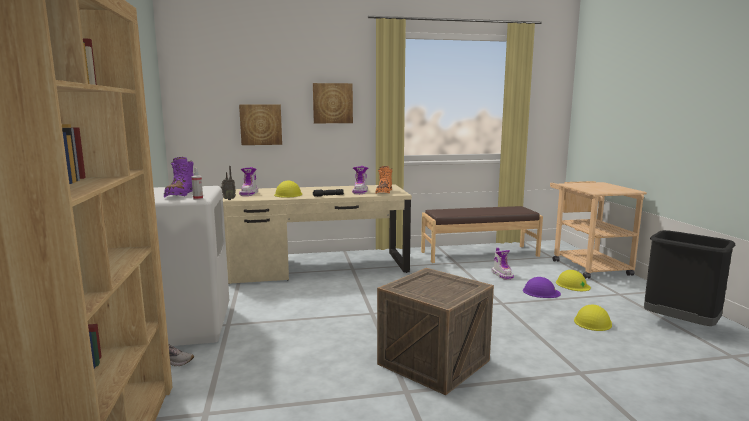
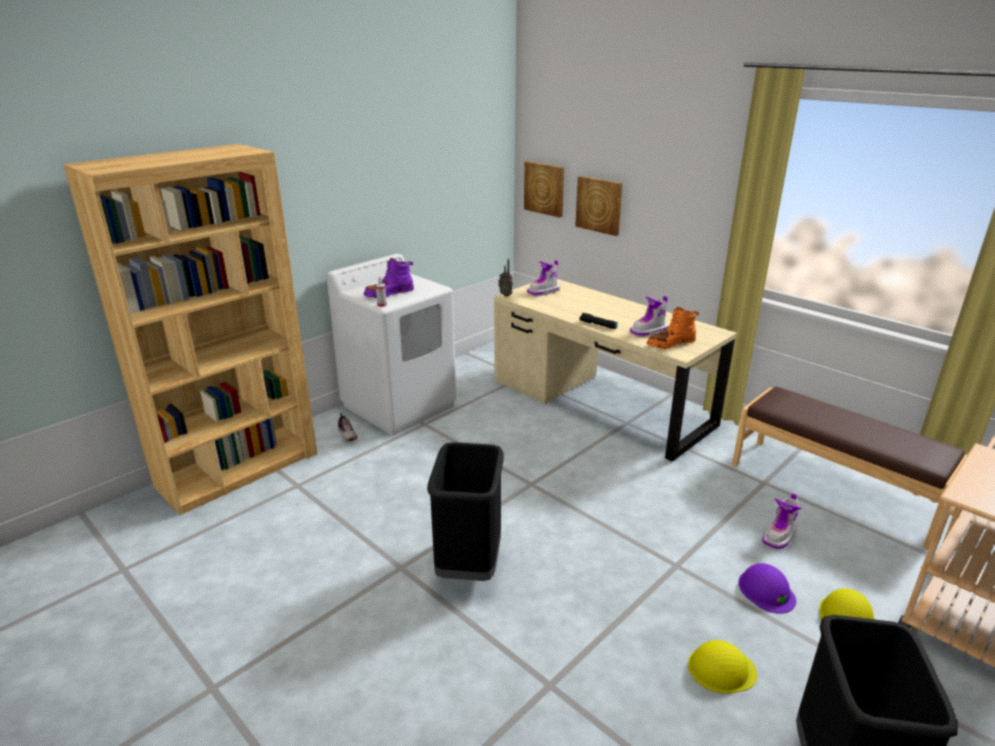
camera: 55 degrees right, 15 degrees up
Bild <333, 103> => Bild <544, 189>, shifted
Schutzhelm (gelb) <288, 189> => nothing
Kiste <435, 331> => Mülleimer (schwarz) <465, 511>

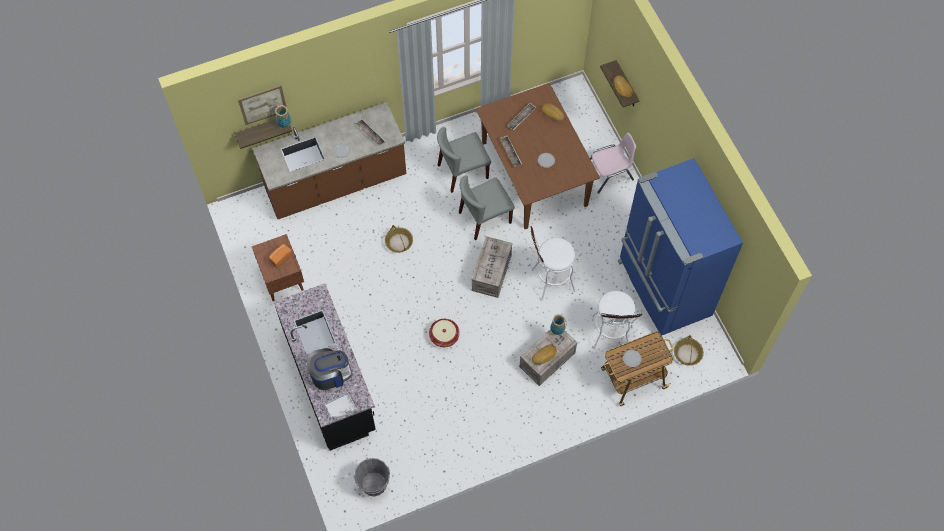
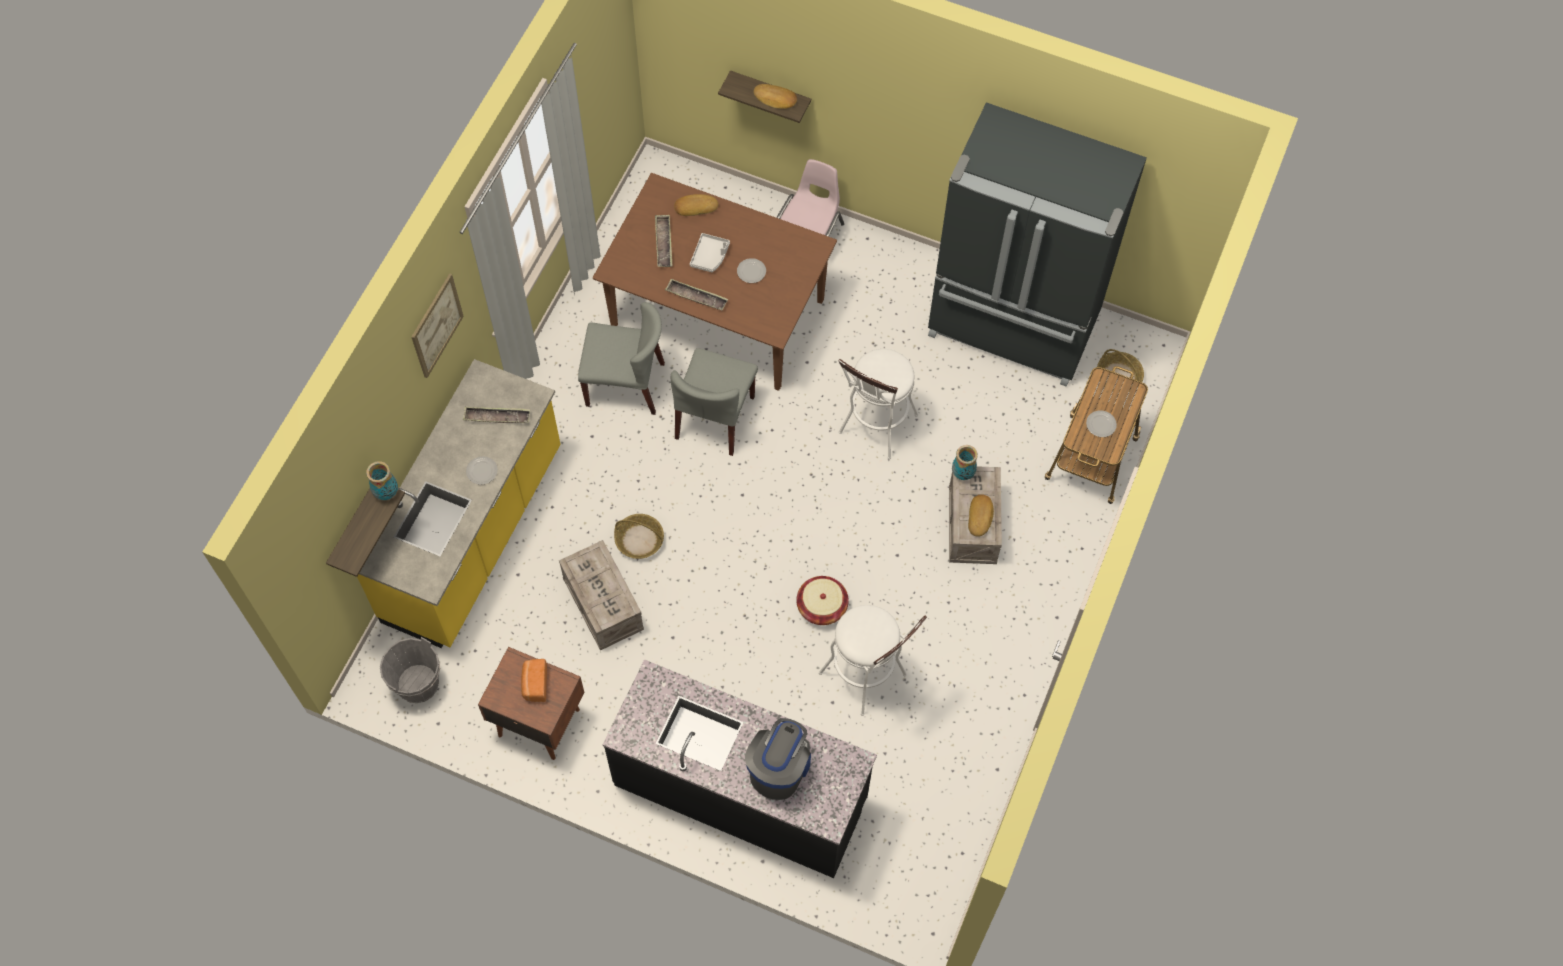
camera: 45 degrees left, 0 degrees up
Bild <262, 105> => Bild <438, 325>, shifted
Küchenzeile (braun) <329, 160> => Küchenzeile (gelb) <459, 503>
Stuhl (grau) <464, 160> => Stuhl (grau) <621, 358>, 105 degrees counterclockwise
Kühlschrank (blau) <680, 246> => Kühlschrank (schwarz) <1037, 244>
Kiste <492, 267> => Kiste <601, 595>, shifted
Hocker (weiß) <617, 320> => Hocker (weiß) <873, 660>, shifted
Tablett (grau) <340, 405> => Tablett (grau) <710, 252>, shifted
Eimer (grau) <371, 477> => Eimer (grau) <410, 670>, shifted

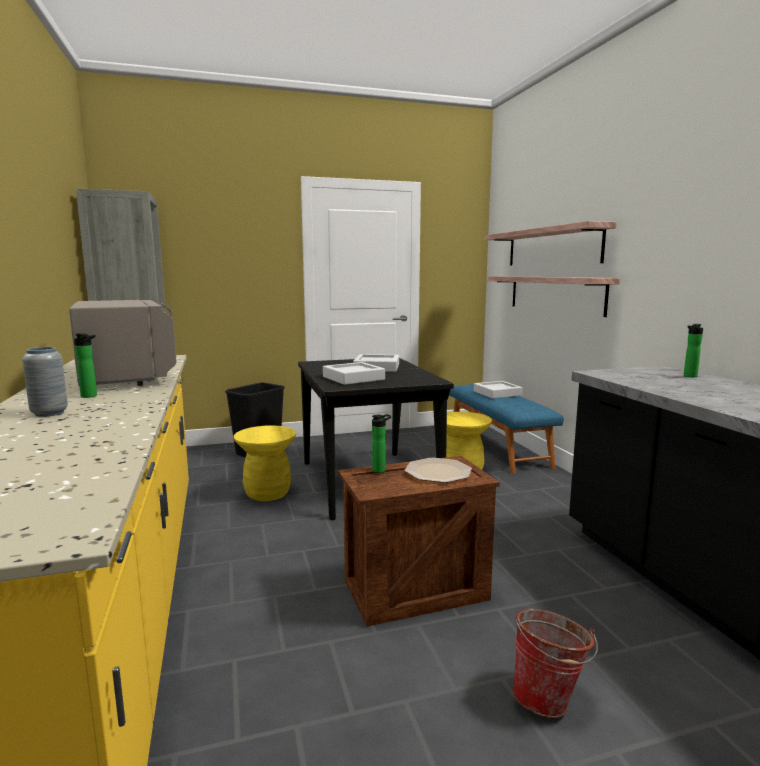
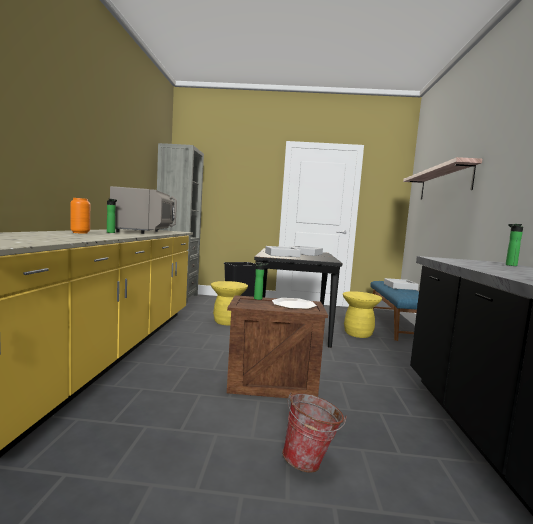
camera: 20 degrees right, 5 degrees down
Wandregal <553, 296> => nothing
Vase (grau) <45, 382> => Vase (orange) <80, 216>

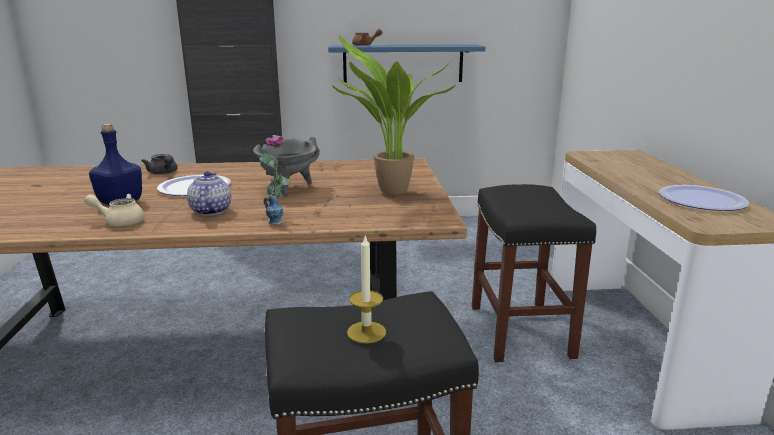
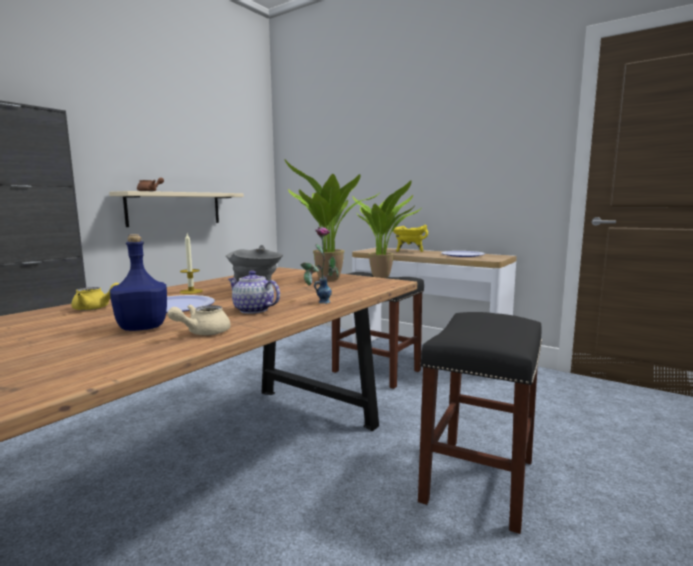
camera: 50 degrees left, 10 degrees down
Wandregal (blau) <406, 63> => Wandregal (beige) <176, 209>
Teekanne (grau) <159, 164> => Teekanne (gelb) <95, 297>
Kerze <366, 289> => Kerze <191, 264>, shifted
nothing => Topfpflanze <386, 229>
nothing => Kochtopf (gelb) <410, 238>

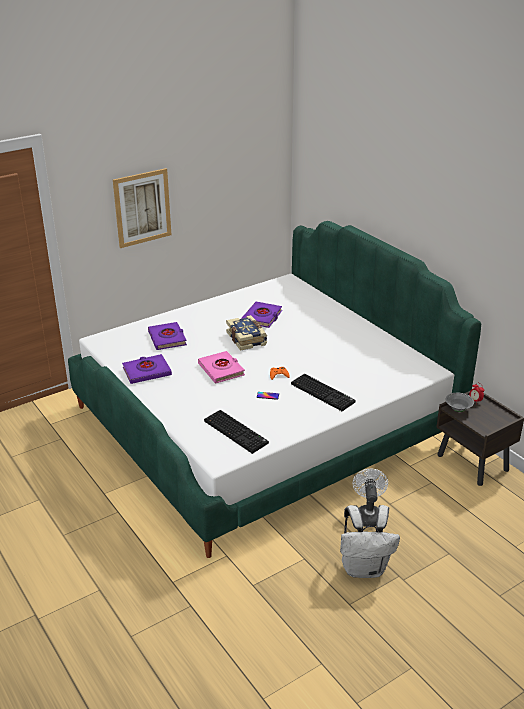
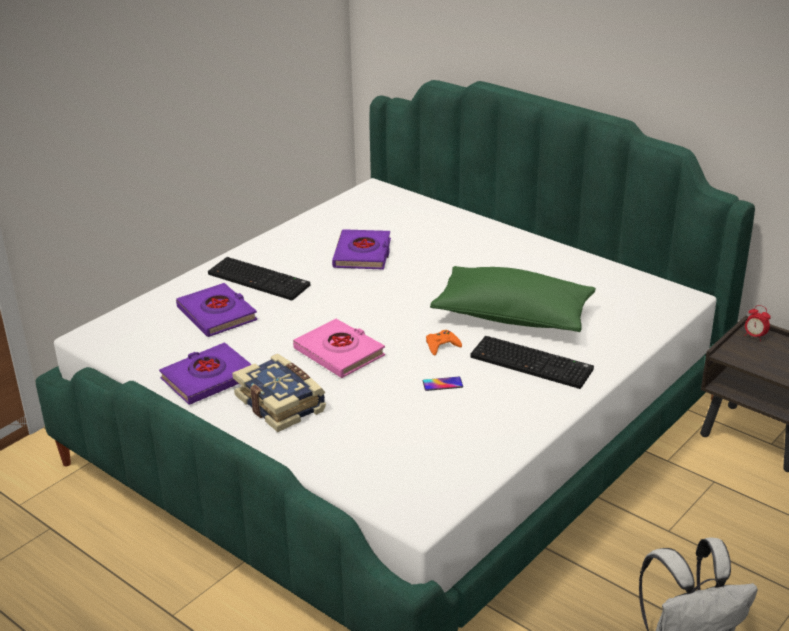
camera: 15 degrees left, 0 degrees up
Bild <142, 208> => nothing
Buch <246, 333> => Buch <279, 393>, shifted
Schüssel (grau) <459, 402> => nothing
Tastatur <236, 432> => Tastatur <259, 278>, shifted
Ventilator (weiß) <370, 498> => nothing
nothing => Kissen (grün) <513, 299>

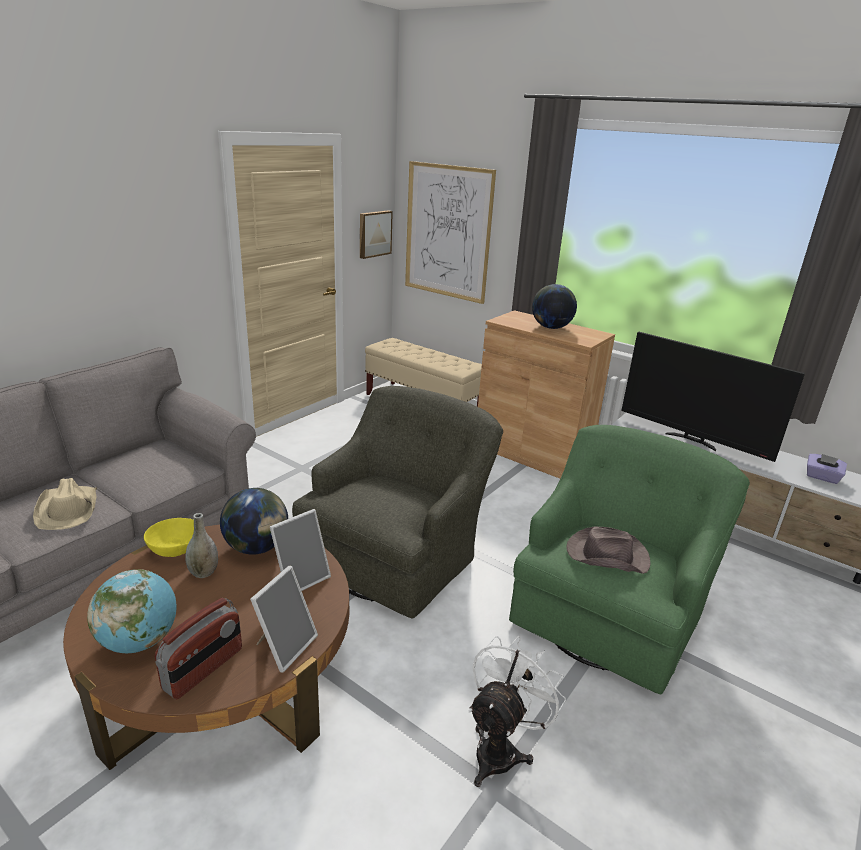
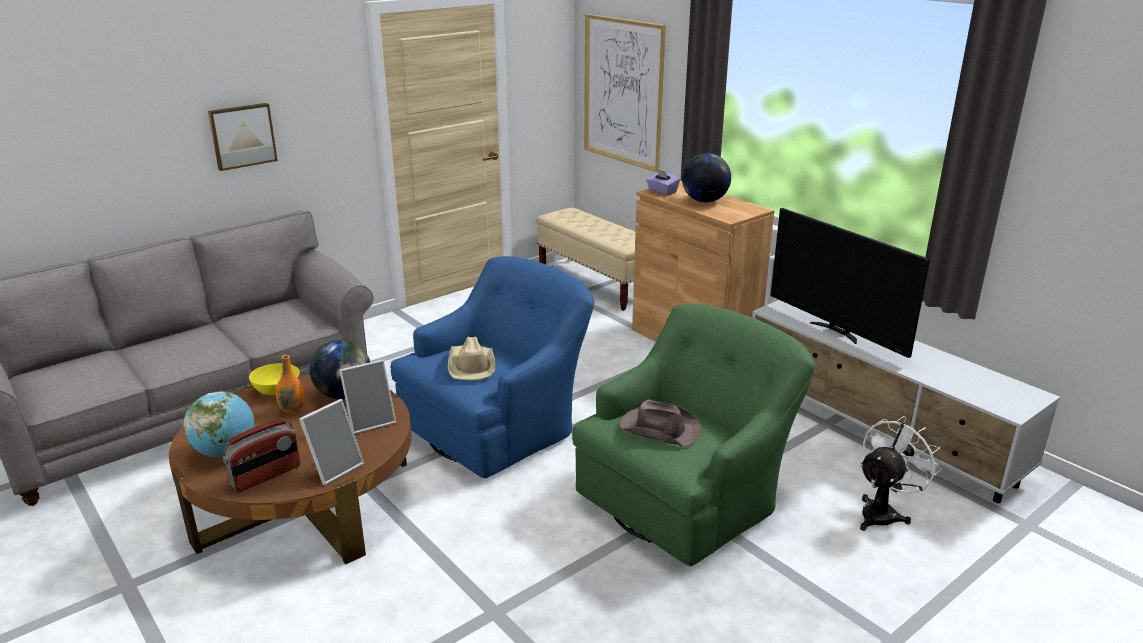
camera: 15 degrees right, 0 degrees up
Bild <376, 234> => Bild <243, 137>, shifted
Sessel (grün) <397, 502> => Sessel (blau) <492, 367>
Taschentuchbox (lila) <827, 469> => Taschentuchbox (lila) <663, 182>, shifted
Hut (beige) <65, 504> => Hut (beige) <471, 358>, shifted
Vase (grau) <201, 545> => Vase (orange) <290, 384>
Ventilator (weiß) <517, 711> => Ventilator (weiß) <901, 473>, shifted

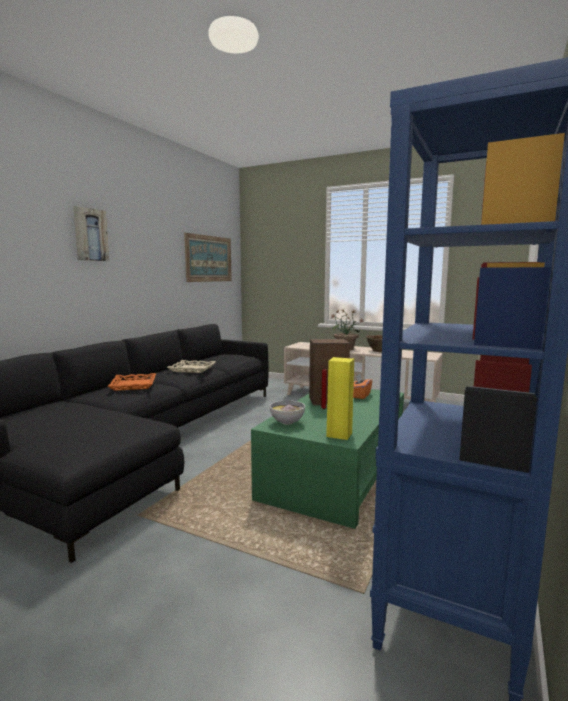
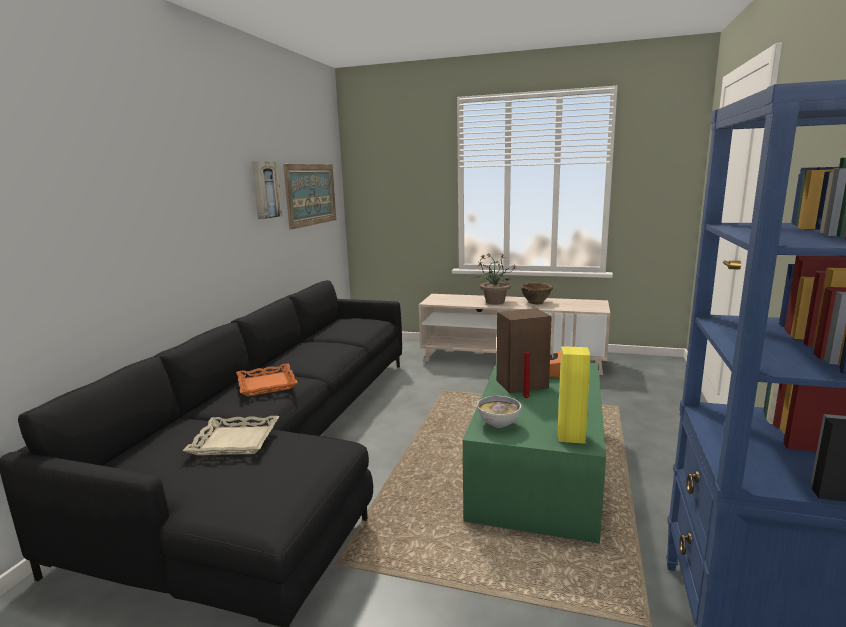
camera: 10 degrees left, 5 degrees up
Bild <91, 233> => Bild <267, 190>, shifted
Tablett (beige) <191, 366> => Tablett (beige) <231, 435>, shifted

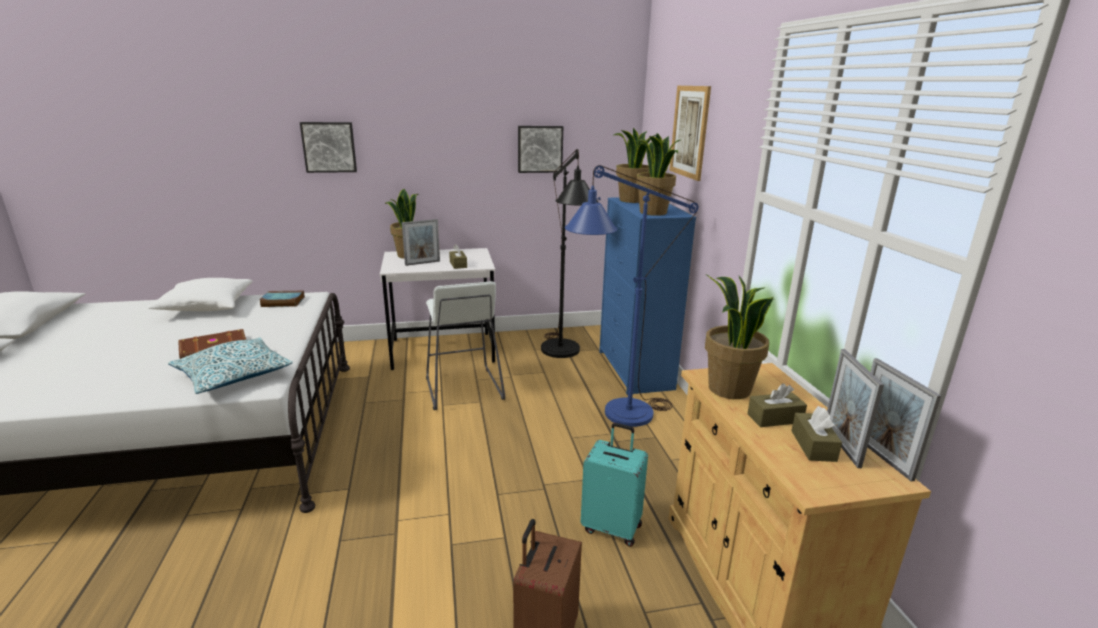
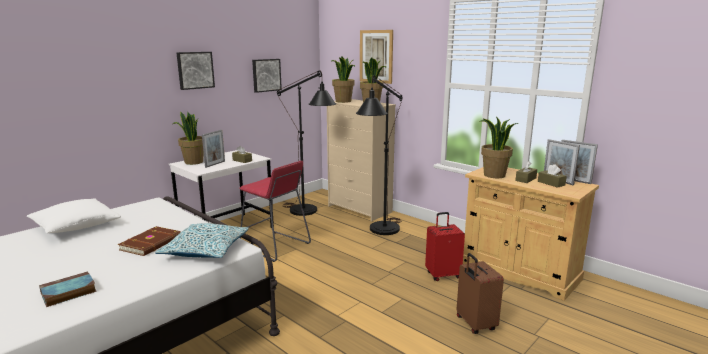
camera: 35 degrees left, 5 degrees down
Bild <328, 147> => Bild <196, 71>, shifted
Stehlampe (blau) <631, 296> => Stehlampe (schwarz) <379, 155>
Kommode (blau) <647, 296> => Kommode (beige) <361, 160>
Hocker (weiß) <465, 345> => Hocker (rot) <275, 211>
Buch <282, 299> => Buch <68, 289>, shifted
Koffer (türkis) <614, 485> => Koffer (rot) <445, 246>

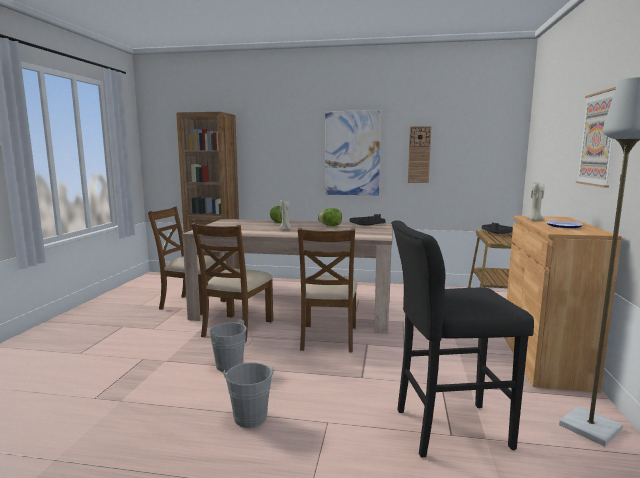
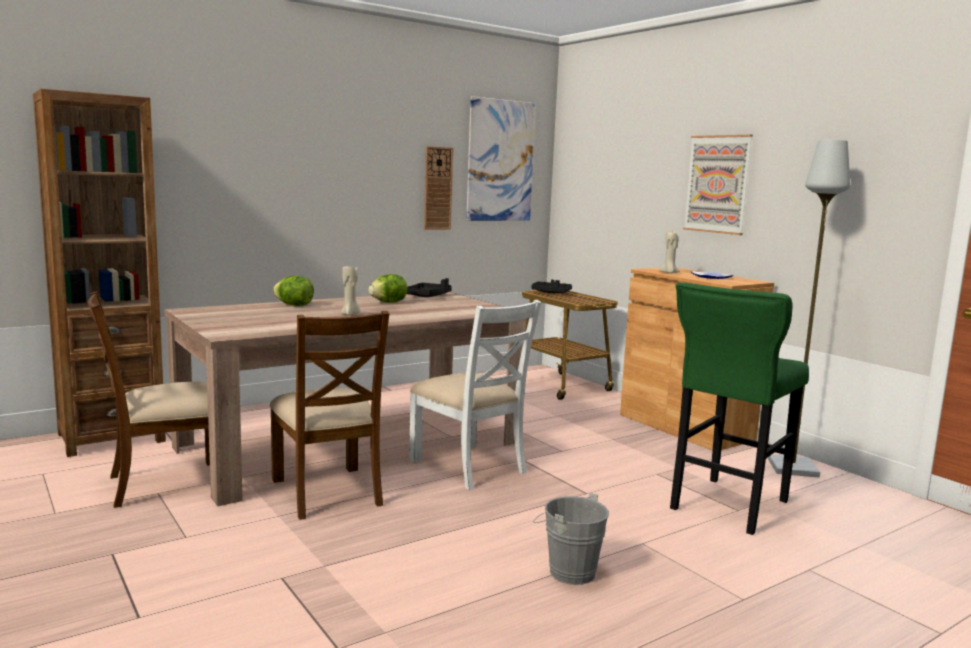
camera: 45 degrees left, 0 degrees up
Bild <353, 152> => Bild <501, 158>, shifted
Hocker (schwarz) <462, 339> => Hocker (grün) <739, 408>
Stuhl (braun) <328, 290> => Stuhl (weiß) <475, 395>
Eimer (grau) <231, 346> => nothing

